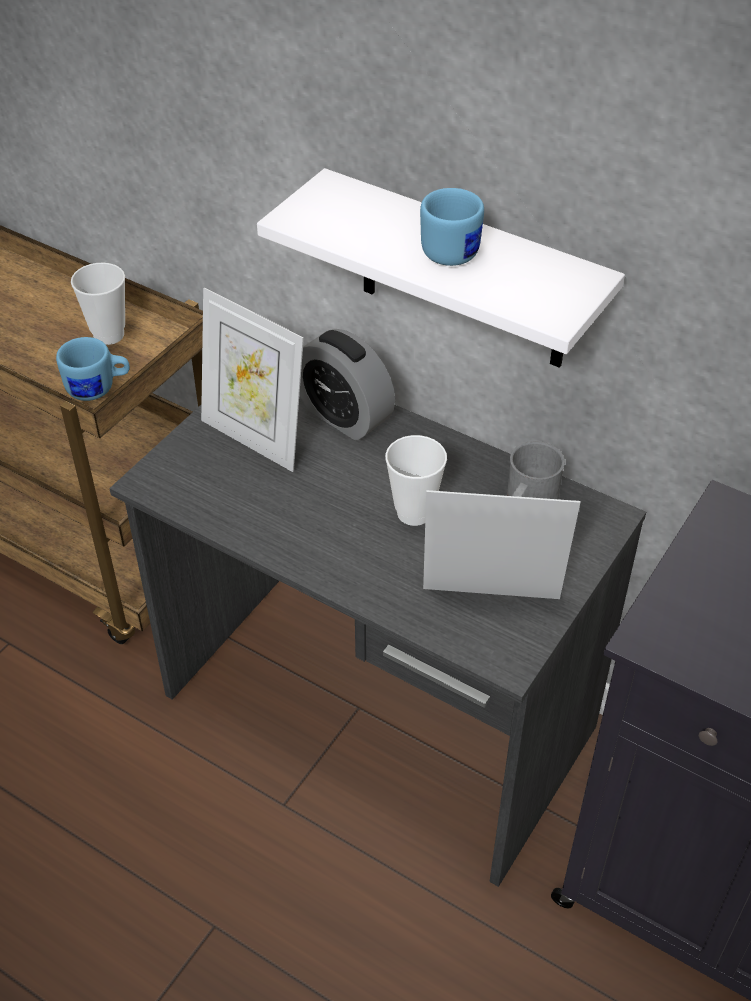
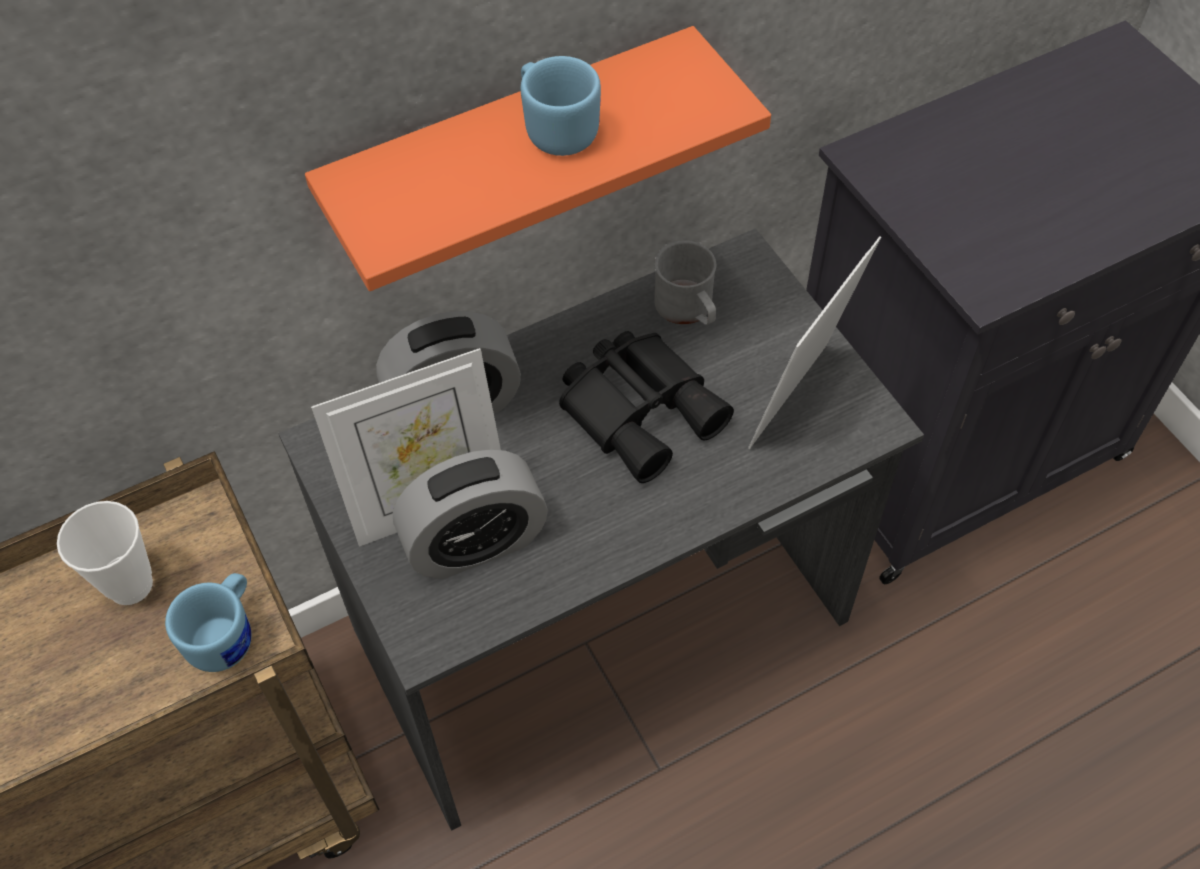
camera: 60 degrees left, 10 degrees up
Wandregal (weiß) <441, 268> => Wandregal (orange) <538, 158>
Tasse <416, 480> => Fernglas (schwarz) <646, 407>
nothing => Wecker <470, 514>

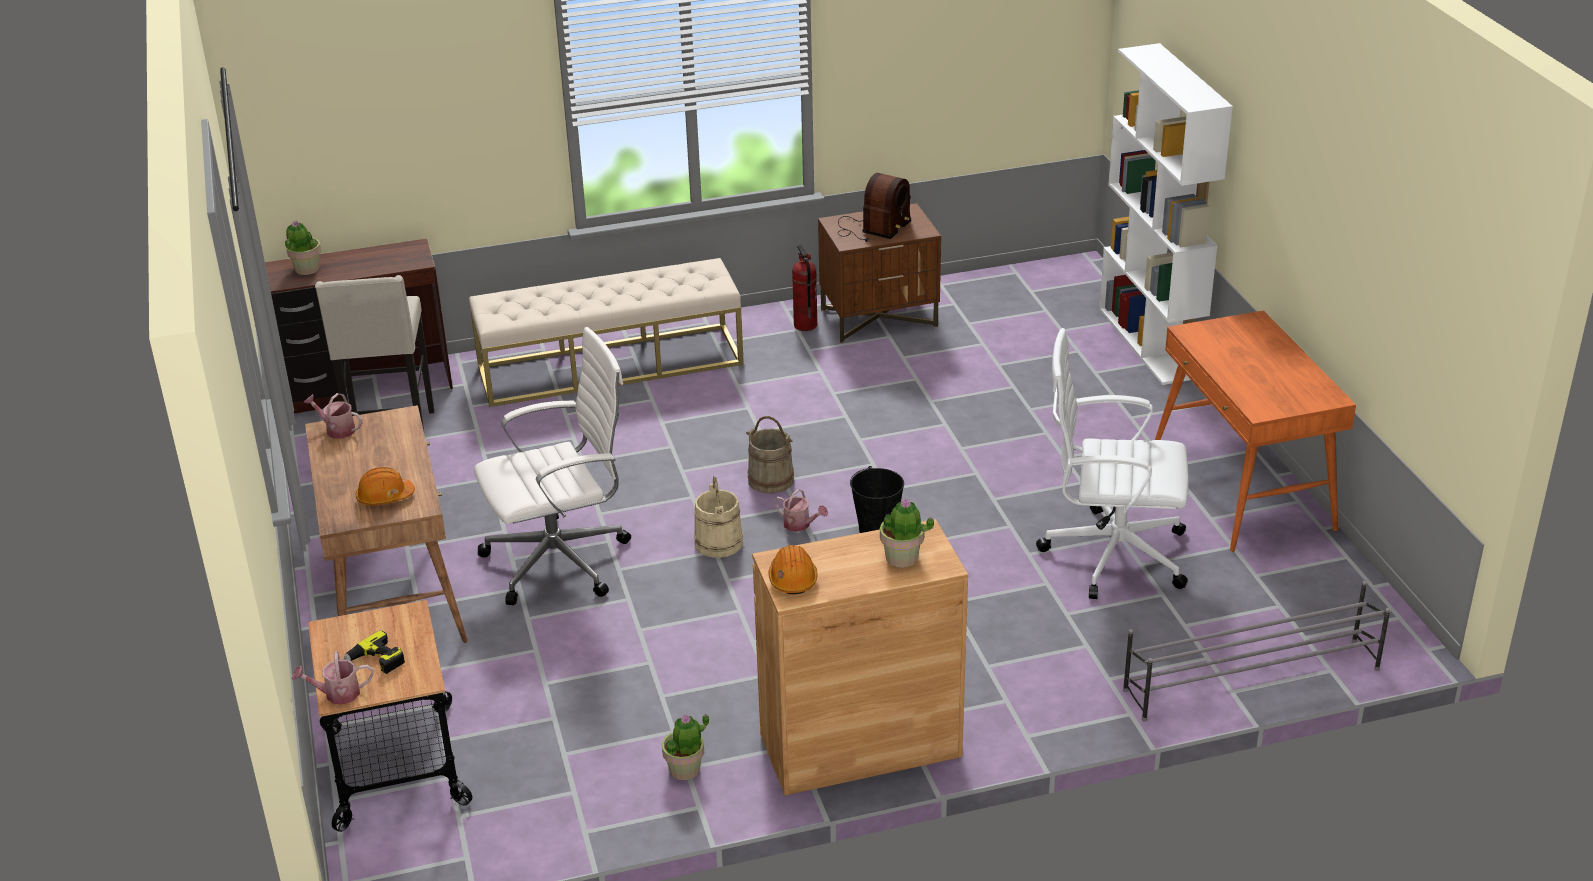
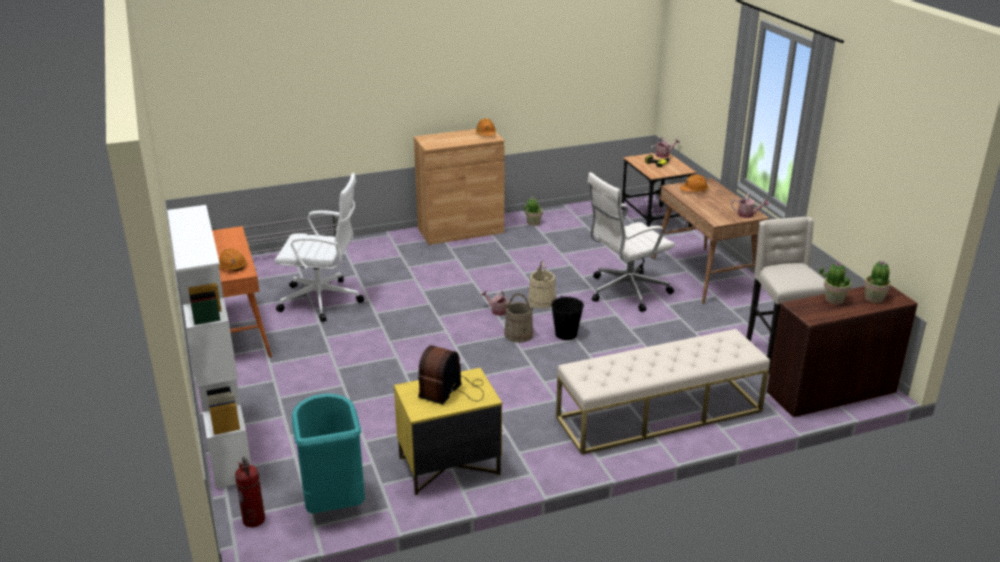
camera: 175 degrees right, 5 degrees down
Nachttisch (braun) <879, 273> => Nachttisch (gelb) <448, 431>
Feuerlöscher <804, 287> => Feuerlöscher <250, 492>, shifted
Eimer (schwarz) <877, 499> => Eimer (schwarz) <567, 318>, shifted
Topfpflanze <907, 533> => Topfpflanze <835, 283>, shifted
nothing => Schutzhelm (orange) <233, 259>
nothing => Mülleimer (türkis) <328, 453>

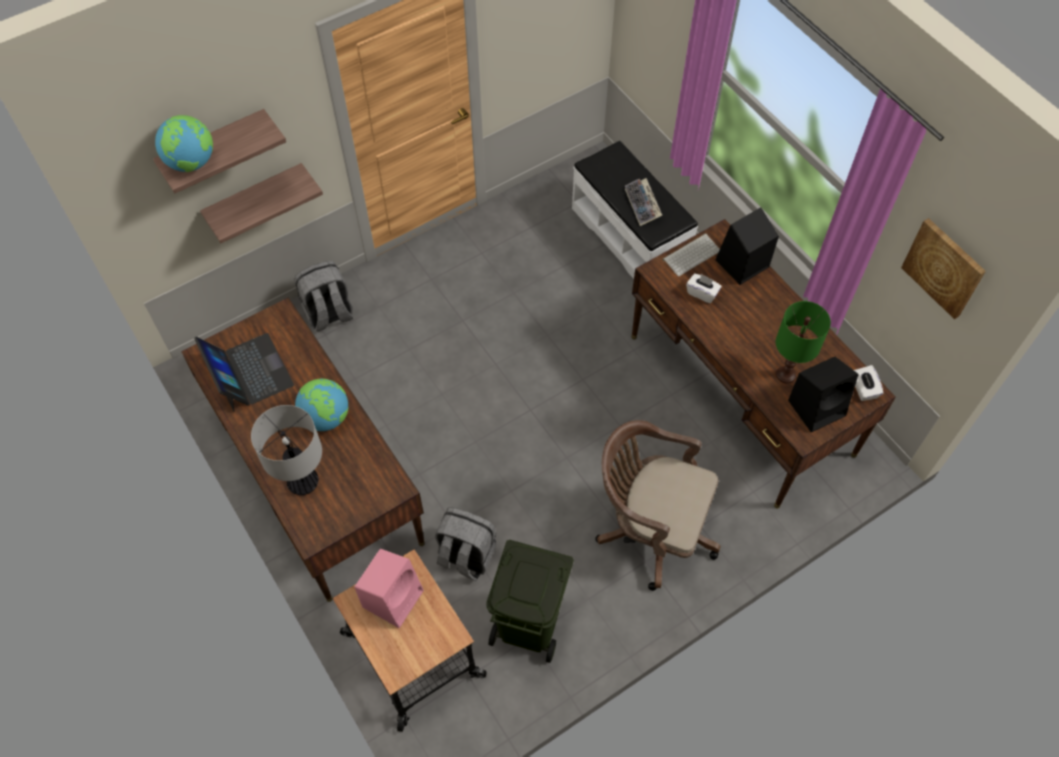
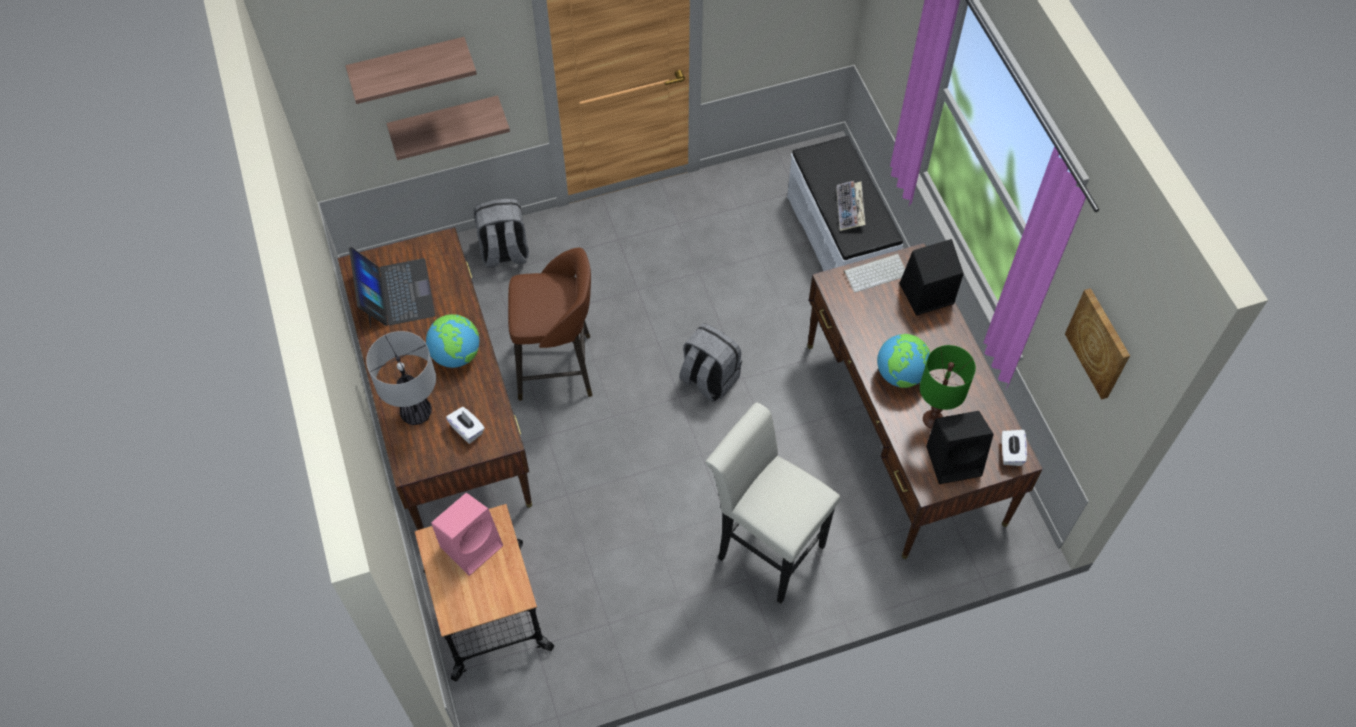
camera: 15 degrees right, 0 degrees up
Globus <184, 143> => Globus <903, 361>, shifted
Taschentuchbox (weiß) <704, 288> => Taschentuchbox (weiß) <465, 425>, shifted
Bürostuhl (braun) <658, 505> => Hocker (weiß) <773, 503>
Rucksack (grau) <465, 544> => Rucksack (grau) <710, 362>, shifted
Mülleimer (grün) <530, 601> => nothing
nothing => Hocker (braun) <550, 324>

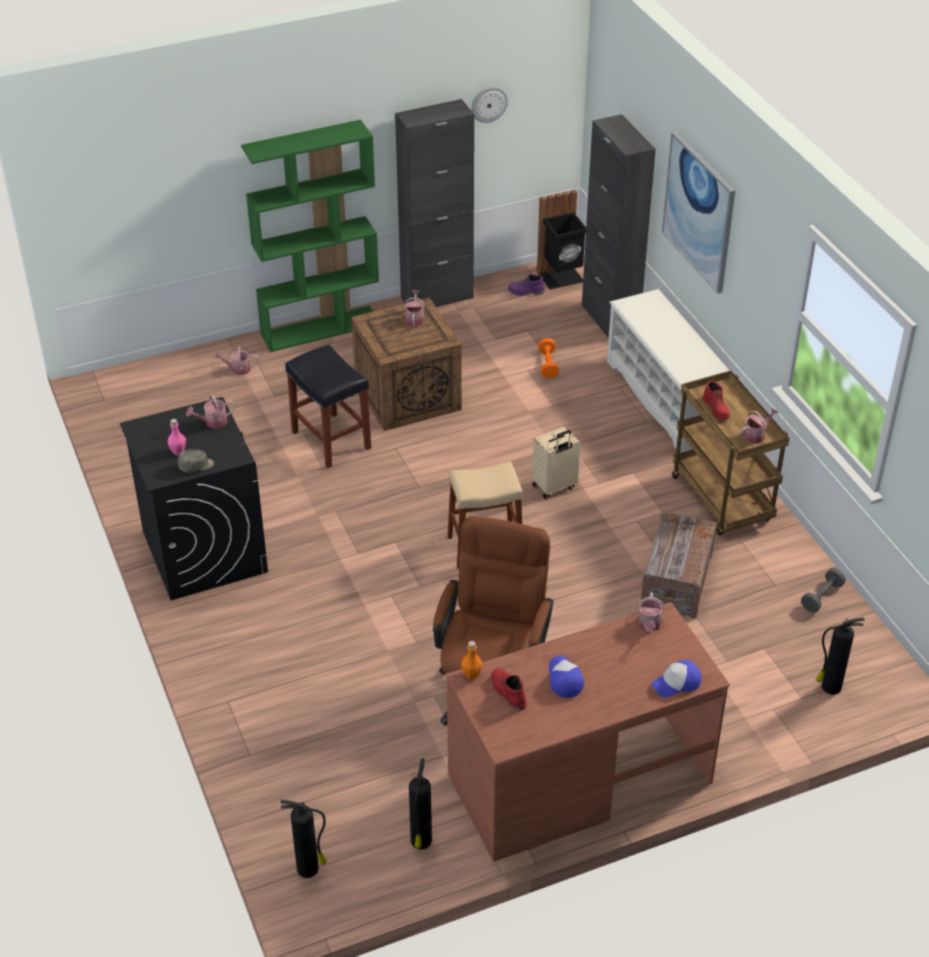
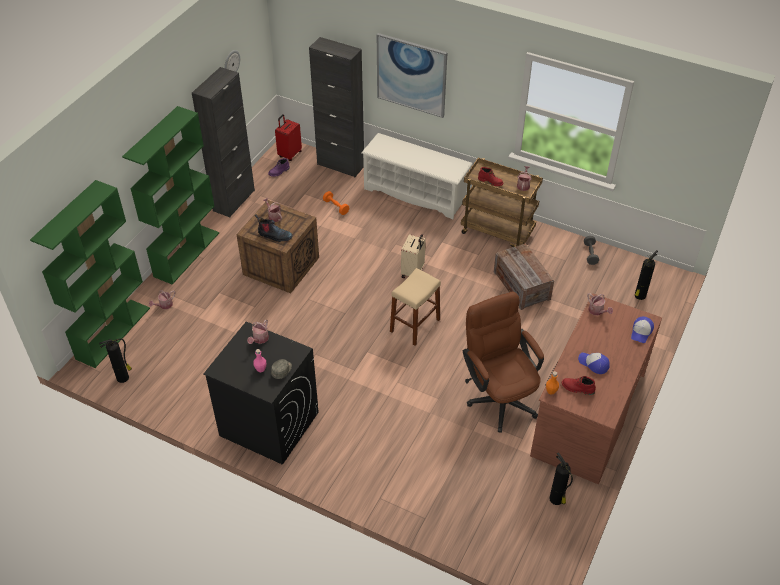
camera: 40 degrees left, 5 degrees up
Mülleimer (schwarz) <561, 240> => Koffer (rot) <288, 137>
Hocker (schwarz) <328, 406> => nothing
Feuerlöscher <304, 839> => Feuerlöscher <115, 360>, shifted
nothing => Bücherregal (grün) <90, 274>
nothing => Stiefel <274, 228>

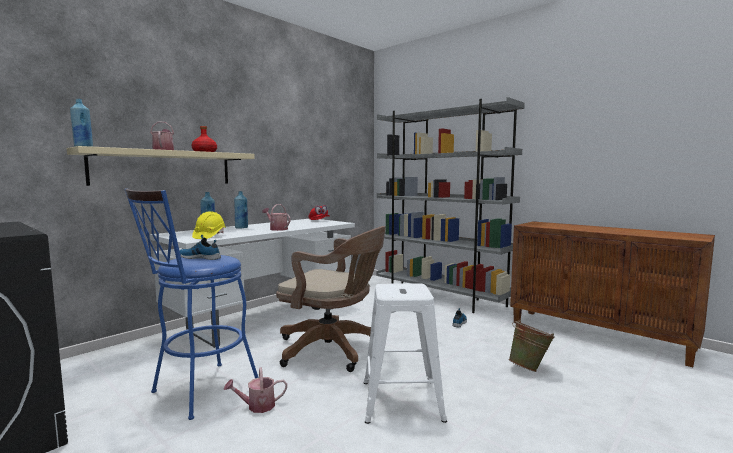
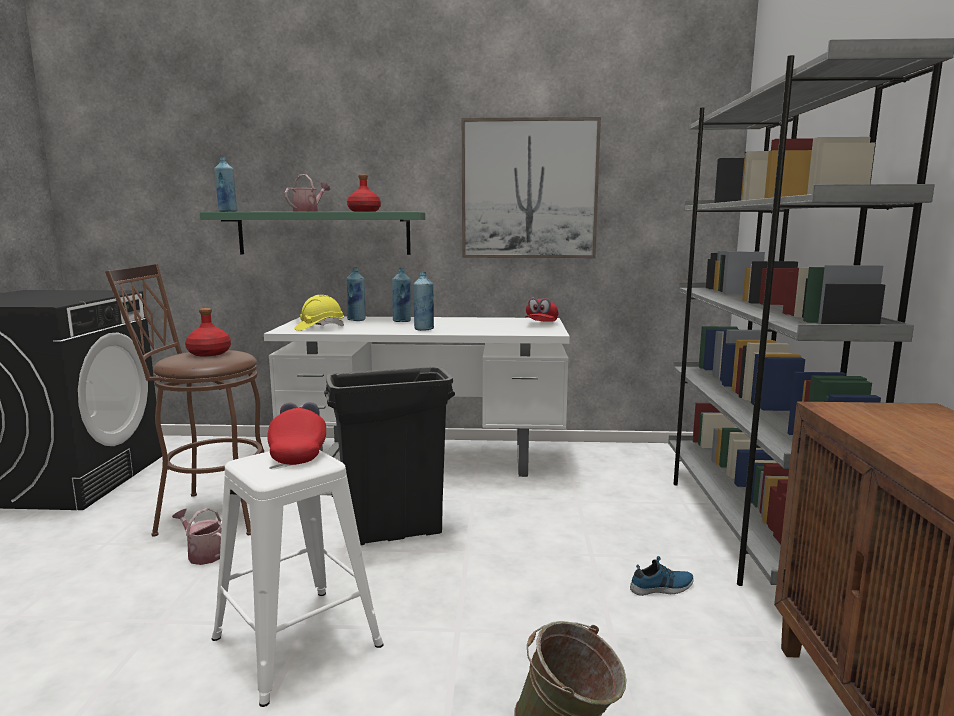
camera: 50 degrees right, 5 degrees up
Wandregal (beige) <161, 166> => Wandregal (grün) <312, 233>
Hocker (blau) <192, 304> => Hocker (braun) <184, 400>
Gießkanne <276, 217> => Flasche (blau) <423, 301>
Bürostuhl (braun) <331, 299> => Mülleimer (schwarz) <389, 455>
Schuh <200, 247> => Flasche (rot) <208, 332>
nothing => Bild <531, 187>
nothing => Kappe (rot) <296, 433>

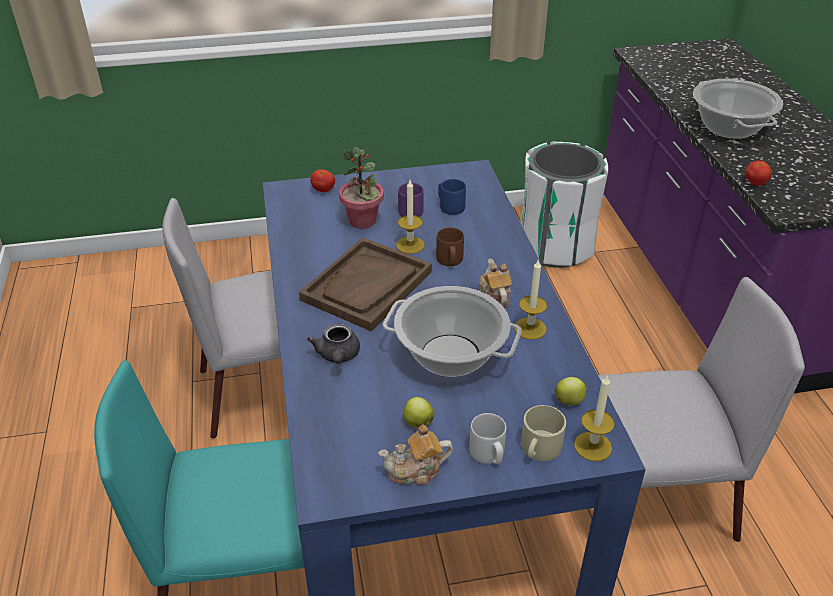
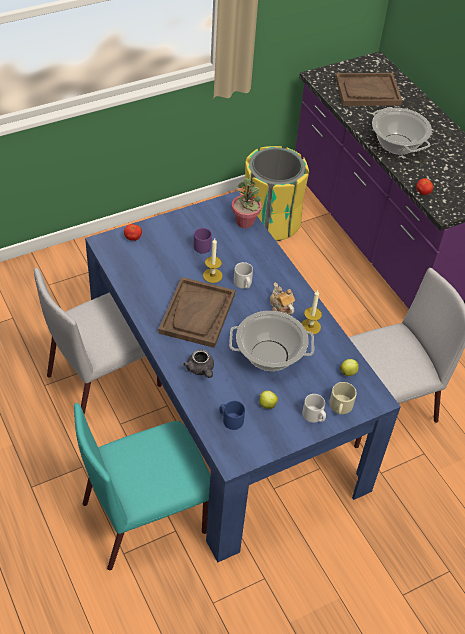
camera: 20 degrees left, 10 degrees up
Mülleimer (weiß) <564, 205> => Mülleimer (gelb) <276, 193>
Topfpflanze <361, 188> => Topfpflanze <247, 202>, shifted
Henkelbecher (blau) <452, 197> => Henkelbecher (blau) <232, 415>, shifted
Henkelbecher (braun) <450, 246> => Henkelbecher (grau) <243, 275>
Kerze <594, 417> => nothing
Teekanne <415, 455> => nothing
nothing => Tablett (braun) <368, 89>

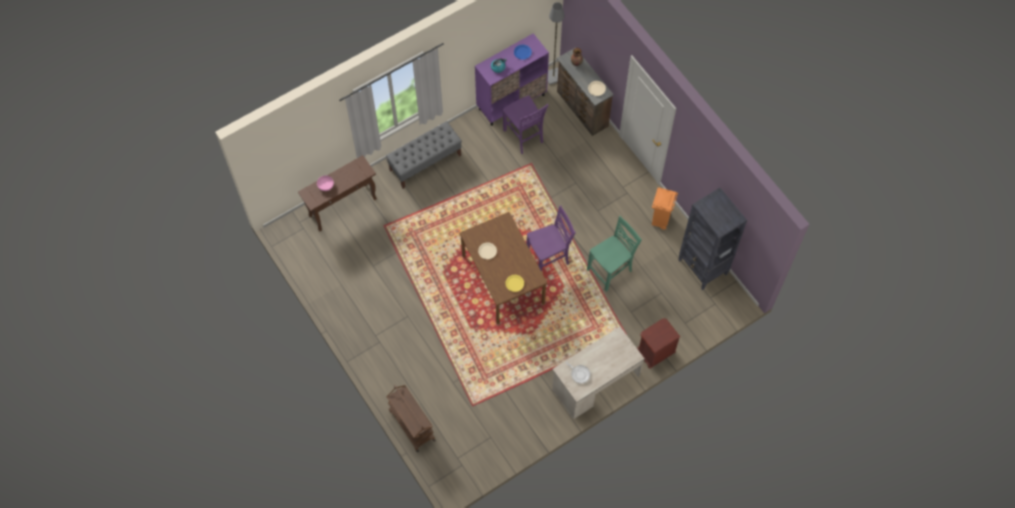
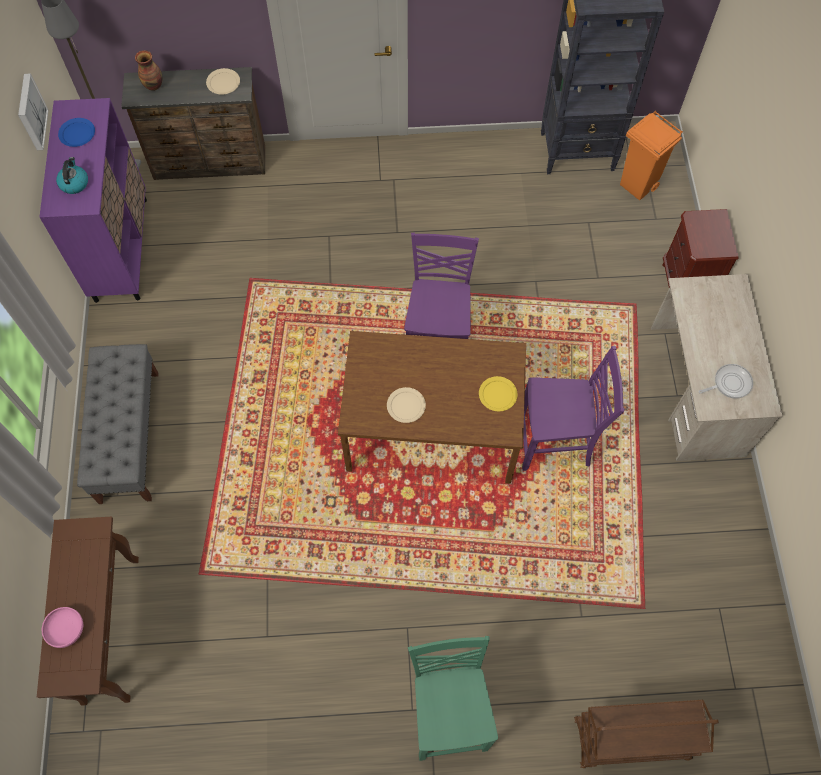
camera: 60 degrees left, 0 degrees up
Stuhl (lila) <525, 124> => Stuhl (lila) <573, 408>, shifted
Mülleimer (orange) <665, 208> => Mülleimer (orange) <651, 155>, shifted
Stuhl (grün) <614, 253> => Stuhl (grün) <453, 698>, shifted
nothing => Bild <33, 112>

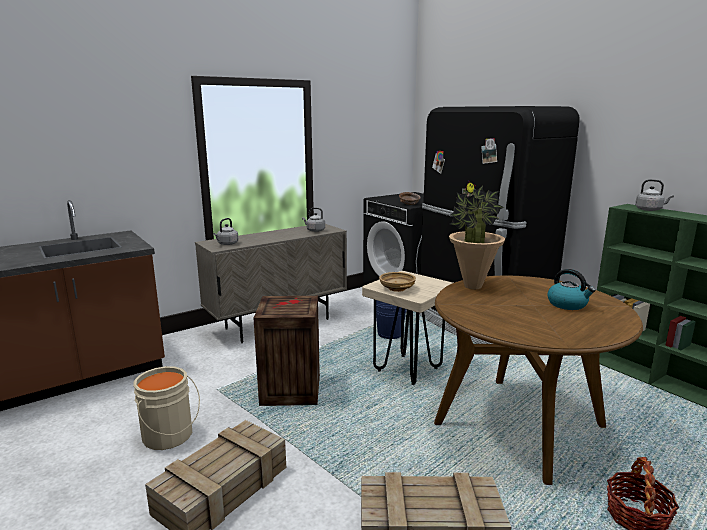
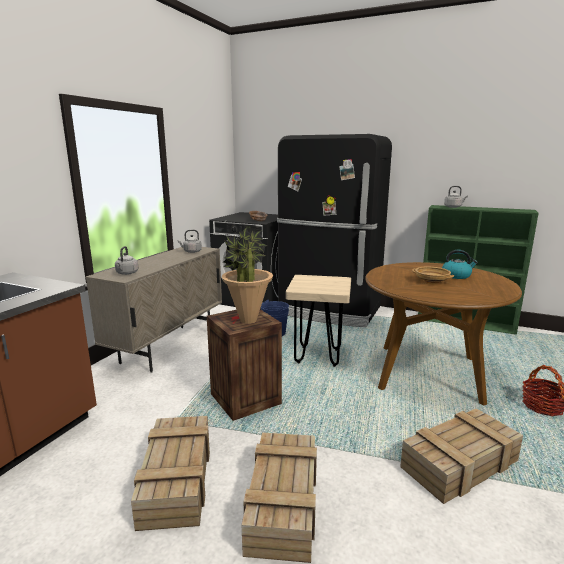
camera: 30 degrees left, 0 degrees up
Topfpflanze <477, 237> => Topfpflanze <247, 275>, shifted
Schüssel (beige) <397, 282> => Schüssel (beige) <433, 275>, shifted
Eimer (beige) <166, 408> => Kiste <170, 473>

